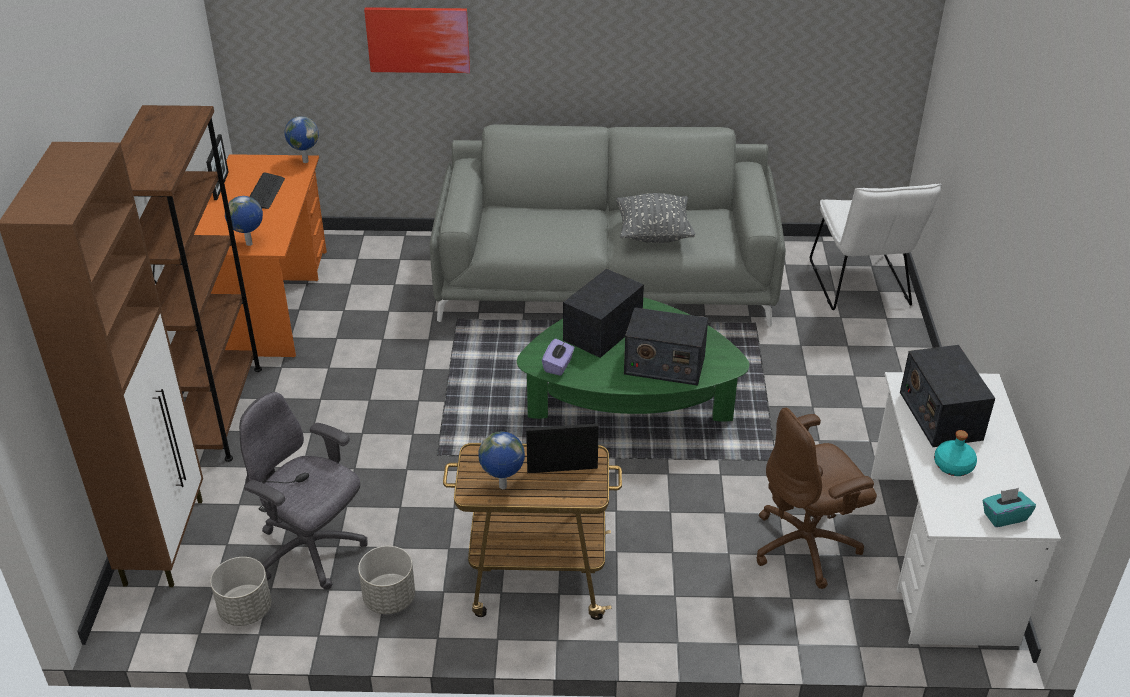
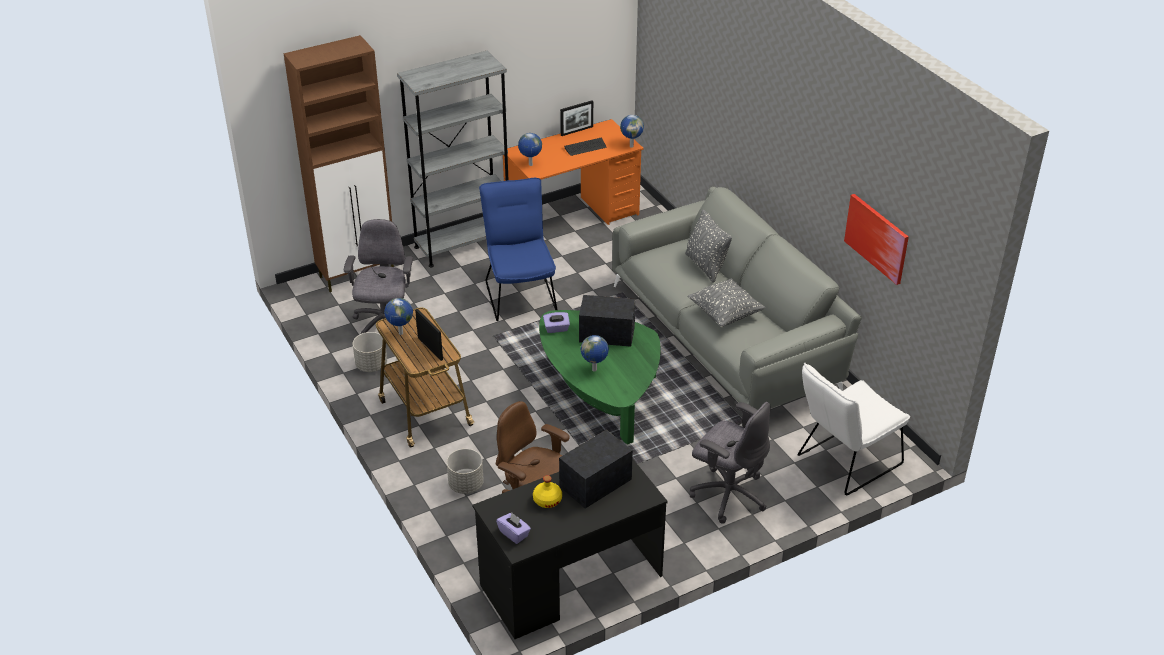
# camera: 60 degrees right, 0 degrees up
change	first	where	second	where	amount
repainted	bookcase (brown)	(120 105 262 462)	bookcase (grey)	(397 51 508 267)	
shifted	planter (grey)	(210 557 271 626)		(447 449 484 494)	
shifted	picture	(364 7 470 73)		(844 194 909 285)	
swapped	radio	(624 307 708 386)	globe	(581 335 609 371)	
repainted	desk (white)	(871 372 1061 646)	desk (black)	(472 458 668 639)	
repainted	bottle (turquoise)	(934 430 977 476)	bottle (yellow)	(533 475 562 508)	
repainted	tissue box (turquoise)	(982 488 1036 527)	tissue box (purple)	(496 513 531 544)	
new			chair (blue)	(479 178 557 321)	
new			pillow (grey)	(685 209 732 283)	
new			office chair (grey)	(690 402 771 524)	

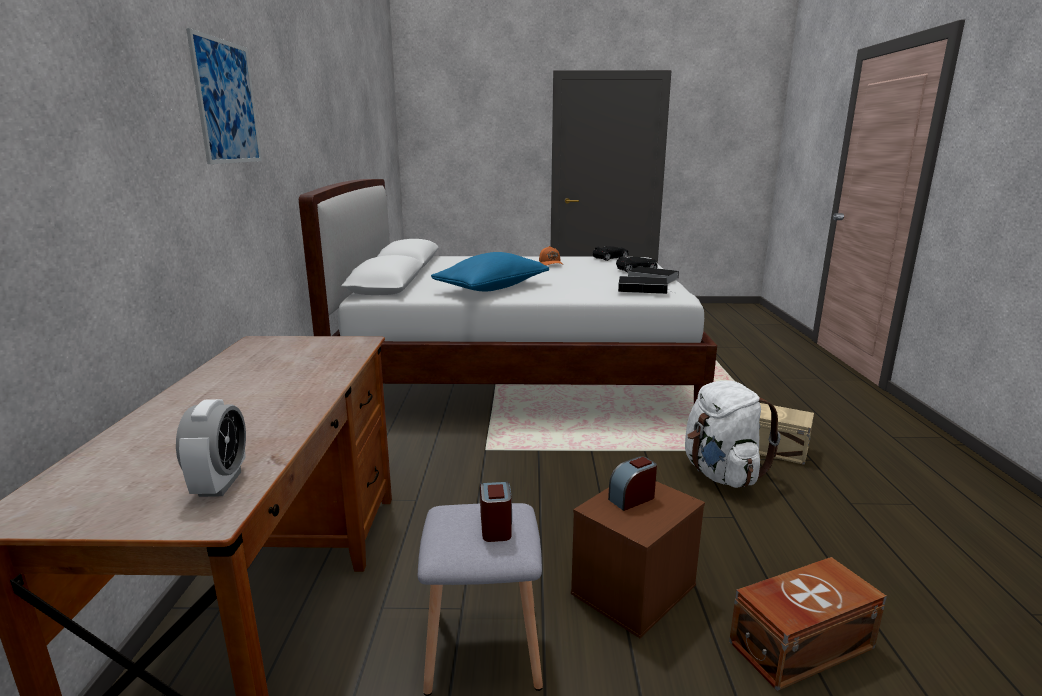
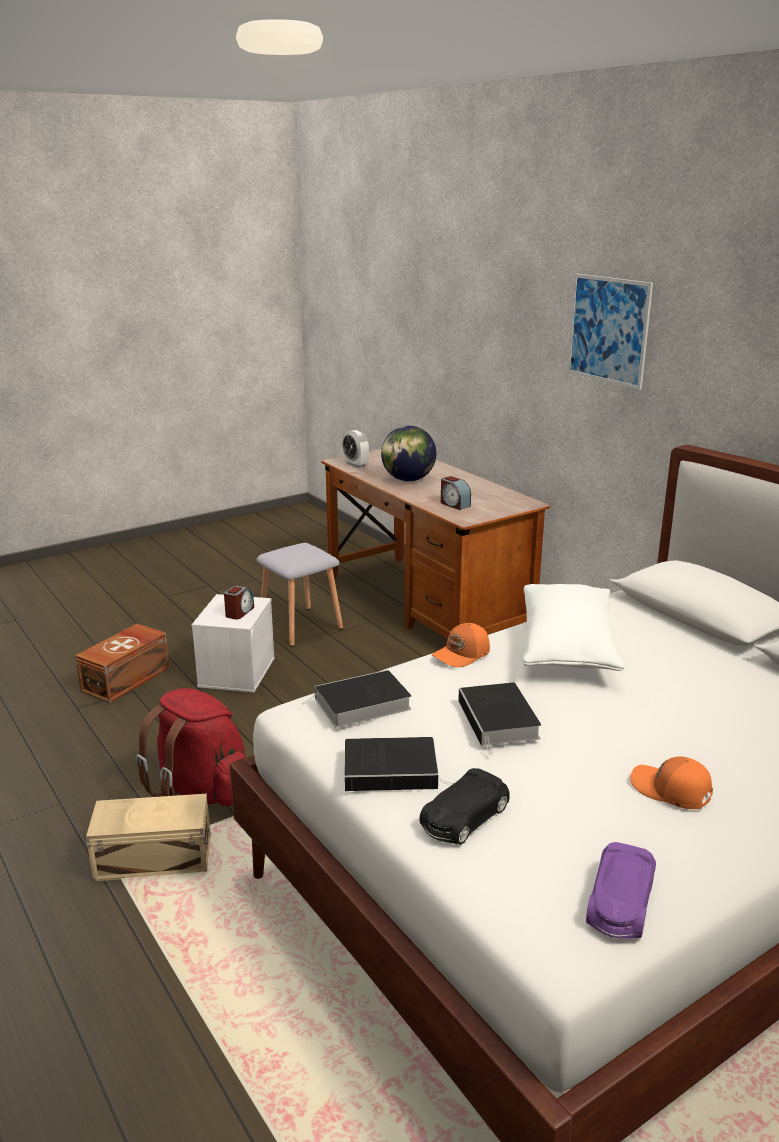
# camera: 145 degrees right, 5 degrees up
change	first	where	second	where	amount
repainted	pillow (blue)	(431 252 549 292)	pillow (white)	(523 584 625 671)	
shifted	alarm clock	(480 482 512 542)		(441 476 471 510)	
repainted	storage box (brown)	(571 481 705 638)	storage box (white)	(192 594 275 692)	
repainted	toy car (black)	(593 246 629 261)	toy car (purple)	(586 842 656 939)	
repainted	backpack (white)	(685 380 780 488)	backpack (red)	(136 688 245 806)	
new			globe	(381 426 437 481)	
new			cap (orange)	(432 623 490 667)	
new			book	(458 682 541 755)	

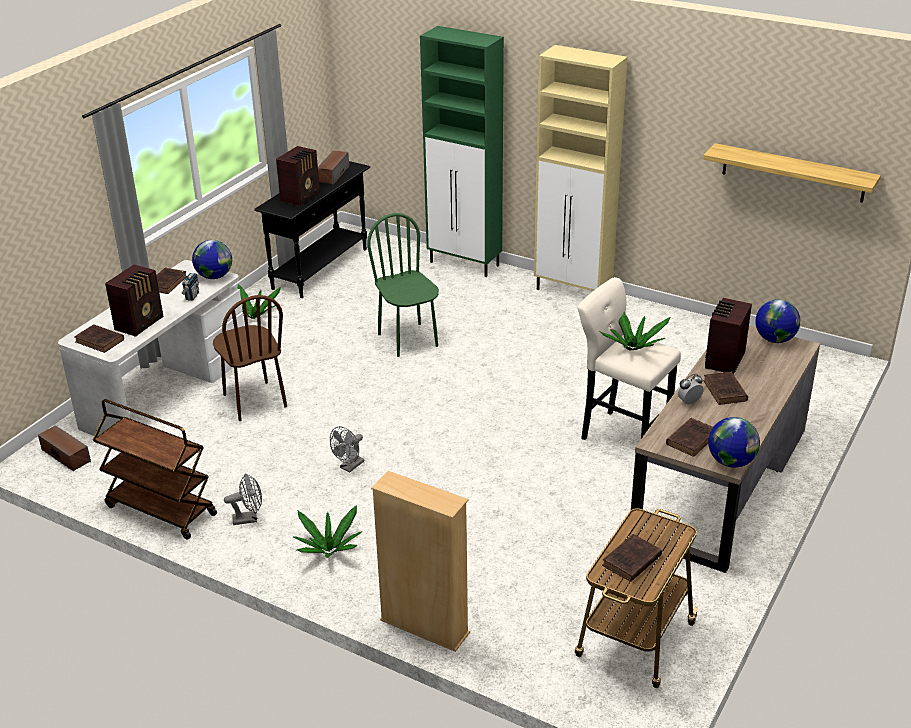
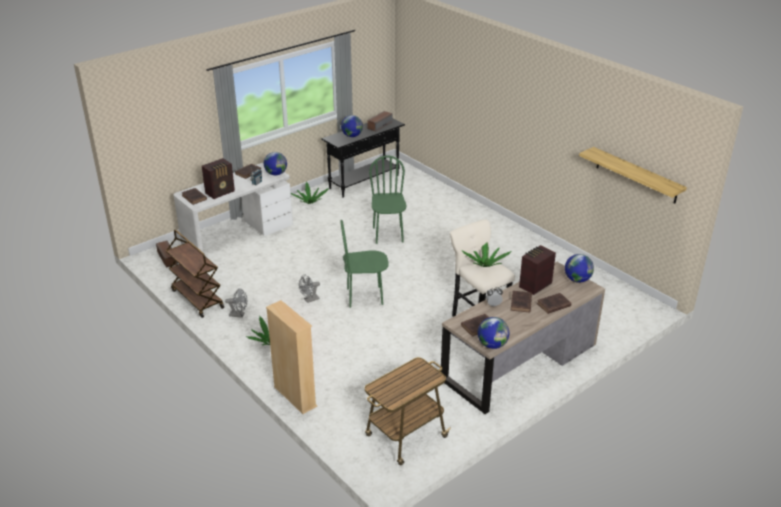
# camera: 20 degrees right, 0 degrees up
change	first	where	second	where	amount
gone	chair (brown)	(213 295 287 421)			
swapped	radio	(276 146 320 206)	globe	(341 115 363 137)	
gone	cabinet (green)	(420 26 504 277)			
gone	cabinet (beige)	(534 45 628 291)			
shifted	book (brown)	(602 534 662 582)		(537 293 571 314)	
new			chair (green)	(340 220 389 308)	

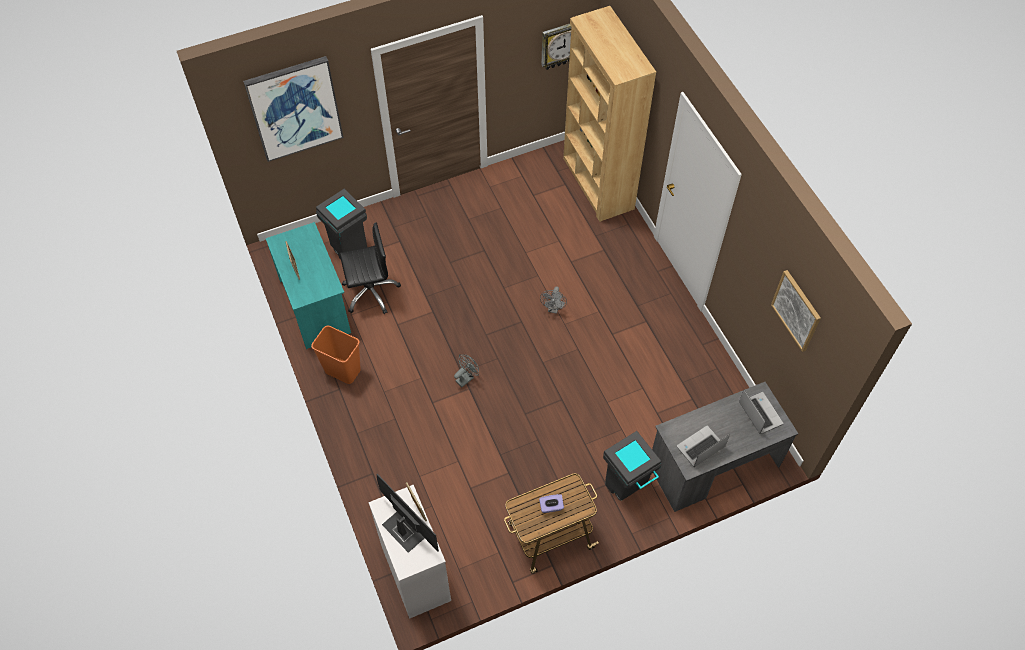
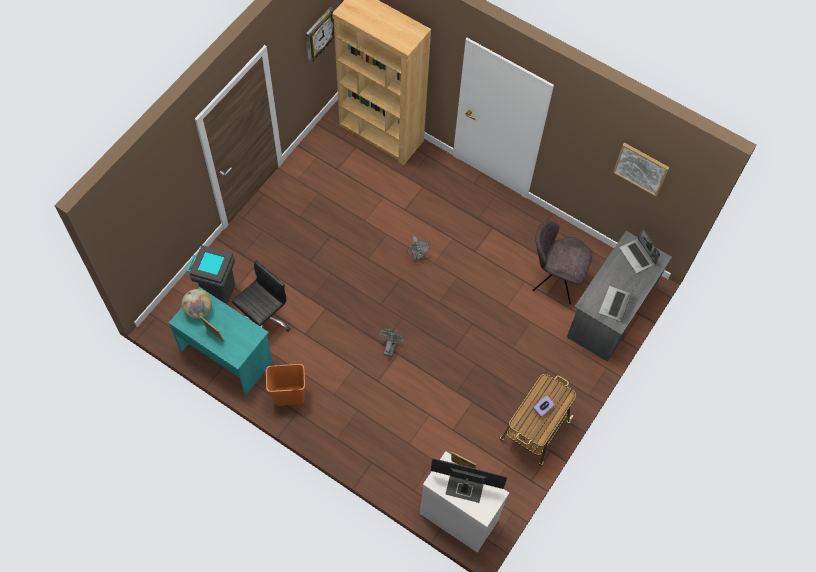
# camera: 35 degrees left, 5 degrees up
change	first	where	second	where	amount
gone	picture	(243 56 344 162)			
gone	trash can (grey)	(603 431 661 501)			
rotated	laptop	(739 389 783 434)		(619 228 661 273)	150 degrees counterclockwise
new			globe	(182 289 212 319)	
new			chair (grey)	(532 221 592 304)	

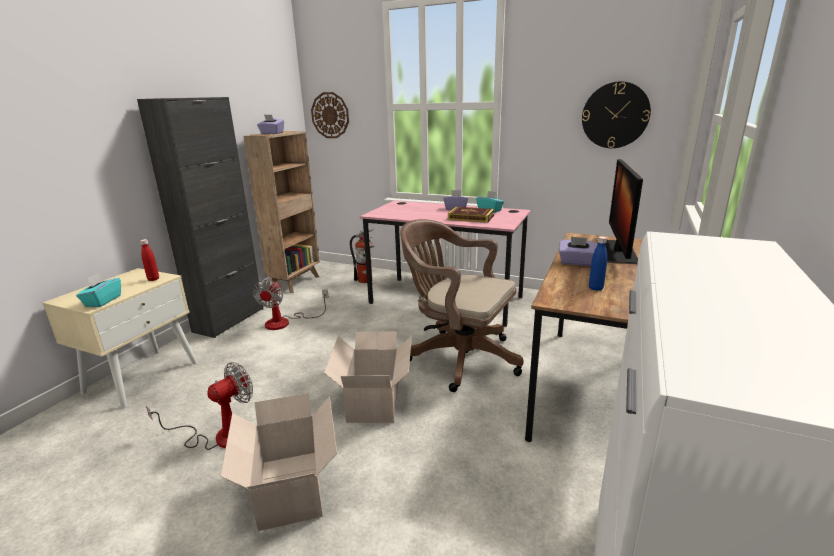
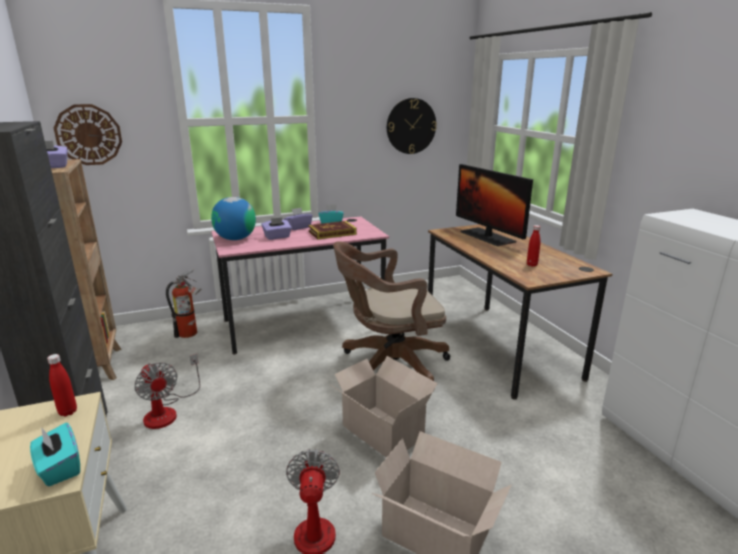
# camera: 45 degrees left, 0 degrees up
change	first	where	second	where	amount
shifted	tissue box (purple)	(559 236 597 266)		(262 217 292 240)	
repainted	bottle (blue)	(589 236 607 291)	bottle (red)	(527 225 540 267)	
new			globe	(211 197 256 240)	

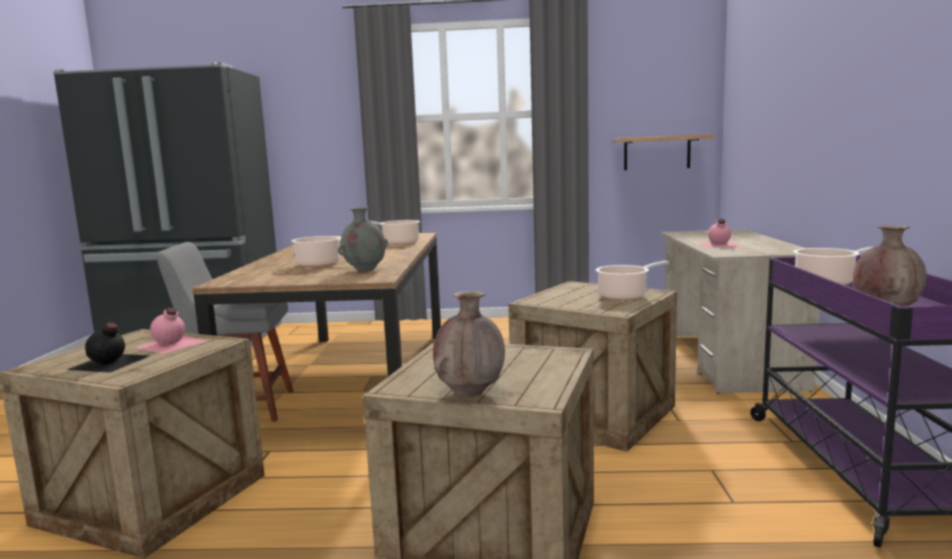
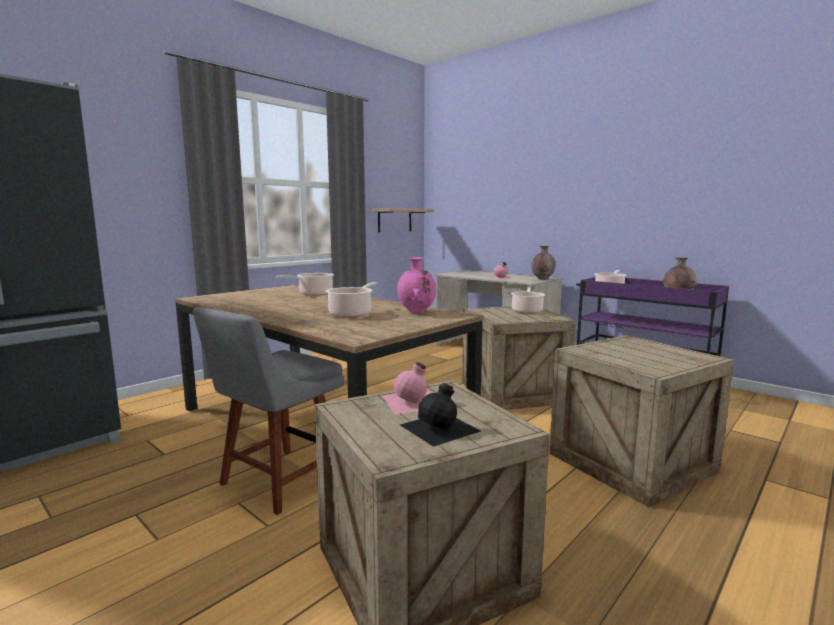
# camera: 50 degrees left, 0 degrees up
change	first	where	second	where	amount
repainted	vase (grey)	(338 207 388 271)	vase (pink)	(397 257 436 313)	
shifted	vase (brown)	(433 291 505 397)		(531 246 556 279)	

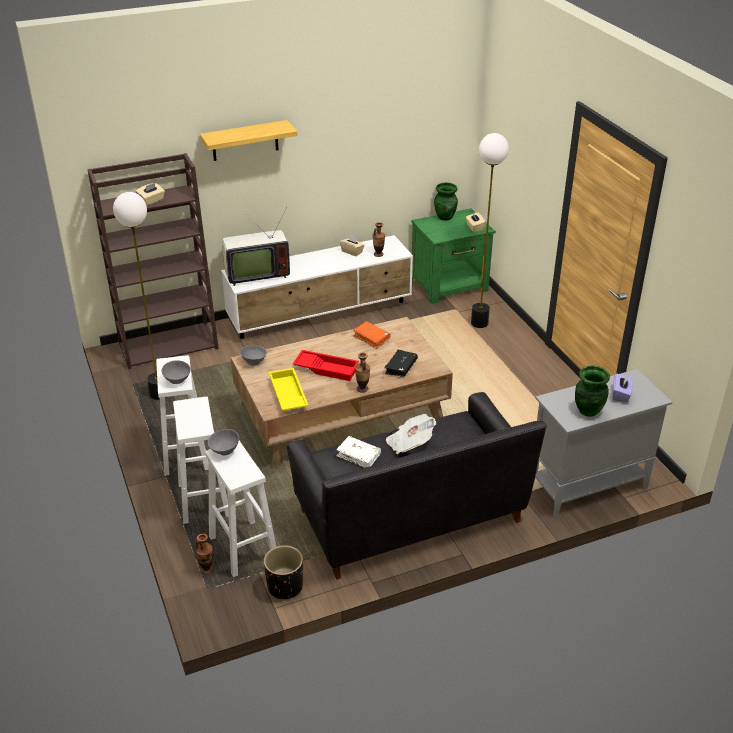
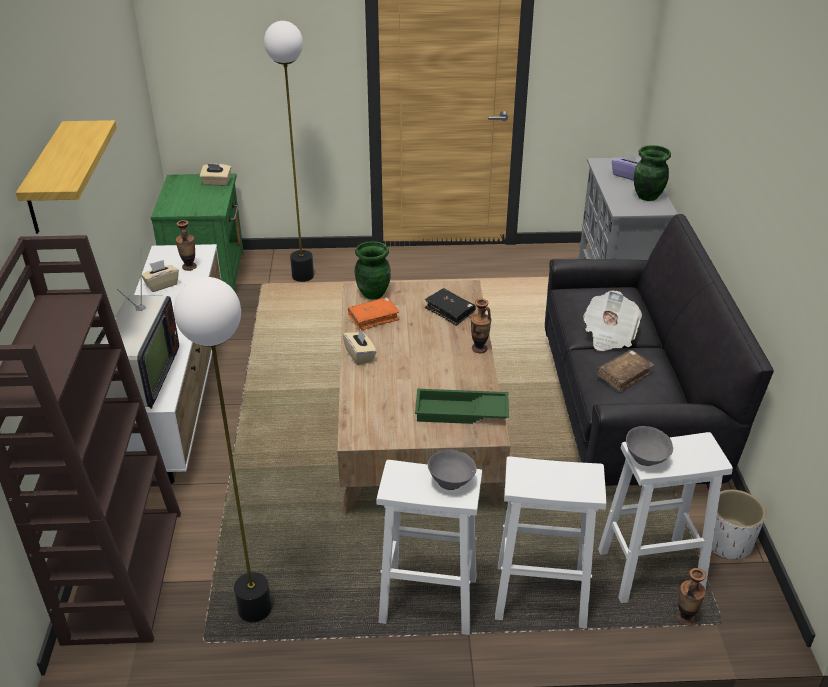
# camera: 70 degrees left, 0 degrees up
change	first	where	second	where	amount
shifted	tissue box (beige)	(136 183 165 206)		(343 328 377 365)	
gone	bowl (grey)	(240 345 267 365)			
repainted	planter (black)	(264 545 303 600)	planter (white)	(712 490 766 560)	
repainted	tray (yellow)	(269 368 308 411)	tray (green)	(415 389 509 424)	
gone	tray (red)	(293 350 359 381)			
repainted	book (white)	(336 436 381 468)	book (brown)	(597 350 654 392)	
shifted	vase (green)	(434 183 458 221)		(354 241 391 300)	

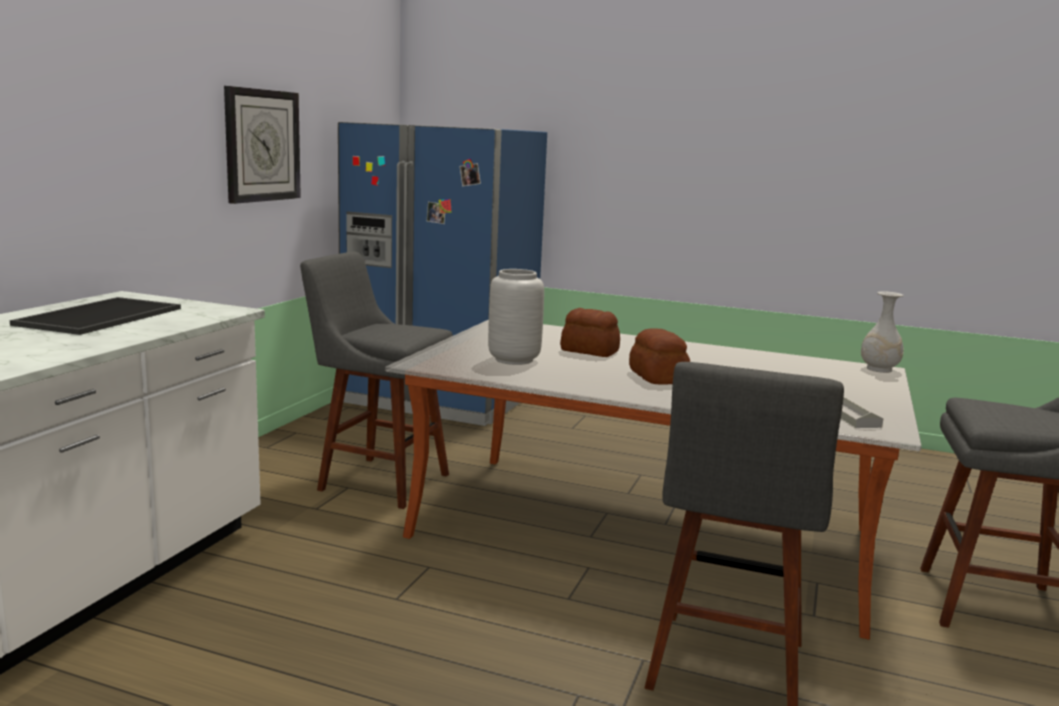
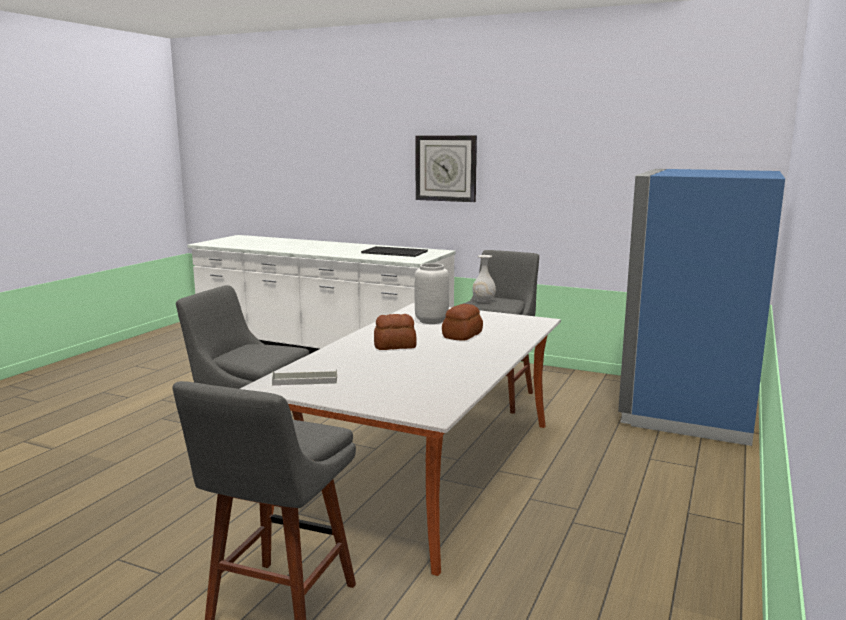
# camera: 95 degrees right, 0 degrees up
change	first	where	second	where	amount
shifted	wall clock	(224 86 301 204)		(416 135 477 202)	
shifted	vase (white)	(861 291 904 373)		(472 255 496 303)	

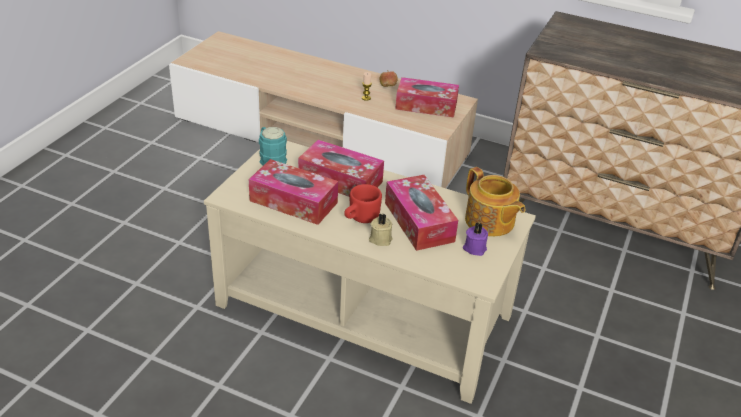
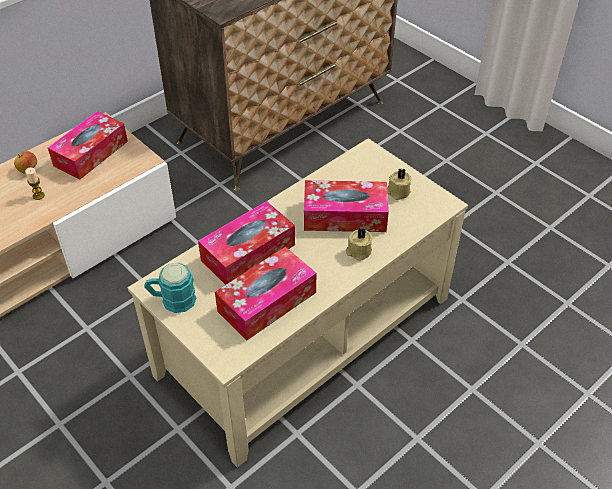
# camera: 65 degrees left, 10 degrees up
change	first	where	second	where	amount
gone	mug (red)	(344 184 382 223)			
repainted	candle (purple)	(463 223 488 256)	candle (beige)	(387 168 412 200)	
gone	teapot	(465 167 526 237)			

